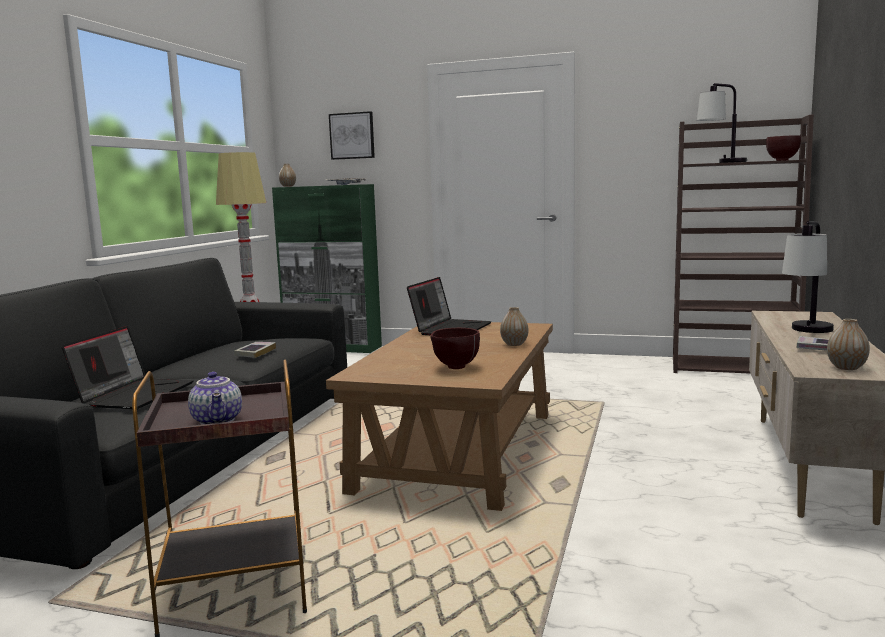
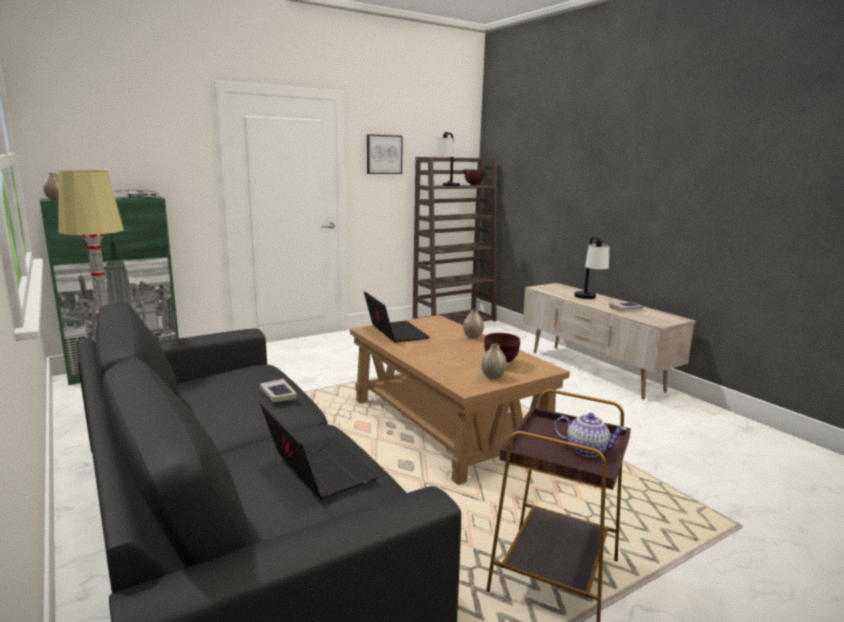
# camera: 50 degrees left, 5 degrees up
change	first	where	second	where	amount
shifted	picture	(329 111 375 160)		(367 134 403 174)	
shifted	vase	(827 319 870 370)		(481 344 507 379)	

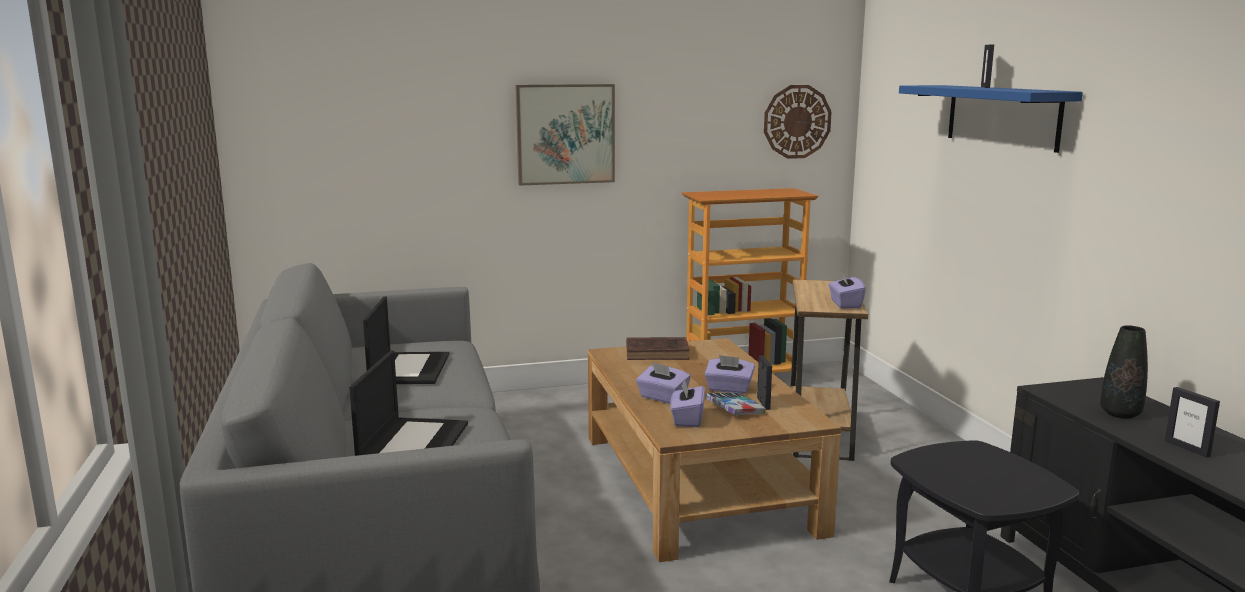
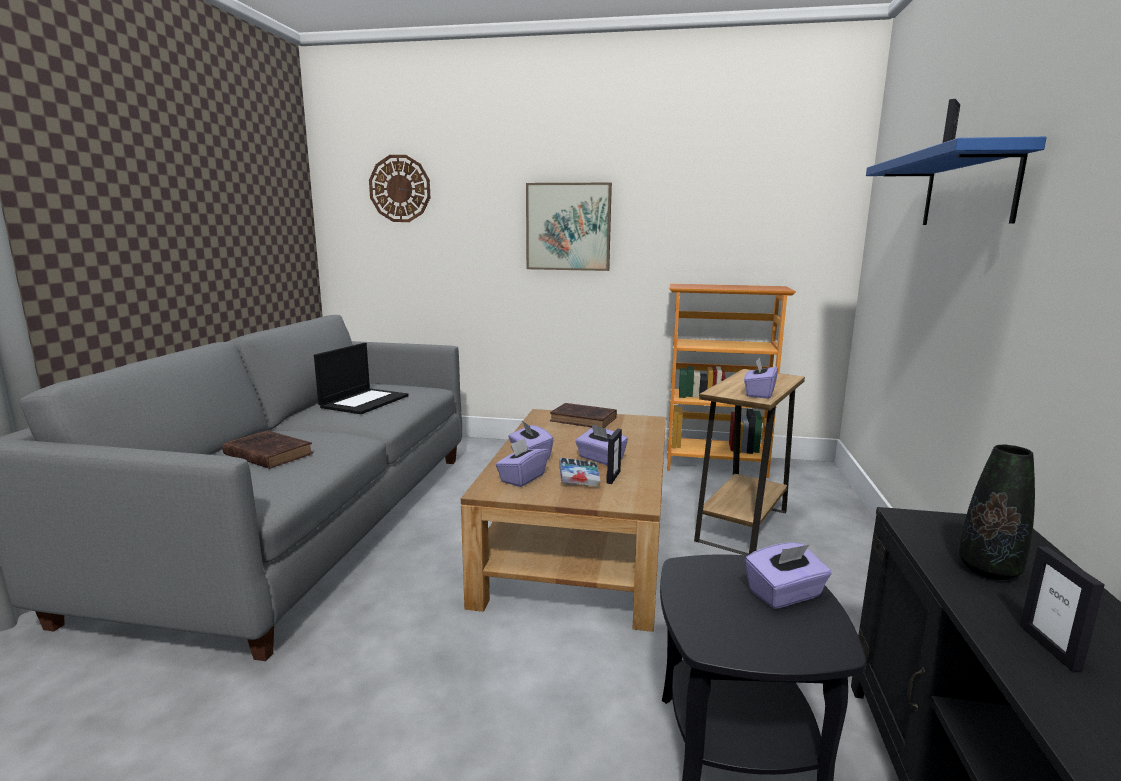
# camera: 25 degrees right, 0 degrees up
change	first	where	second	where	amount
swapped	laptop	(349 351 468 456)	book (brown)	(222 430 313 469)	
shifted	wall clock	(764 85 832 159)		(369 155 430 222)	
new			tissue box (purple)	(745 542 832 609)	

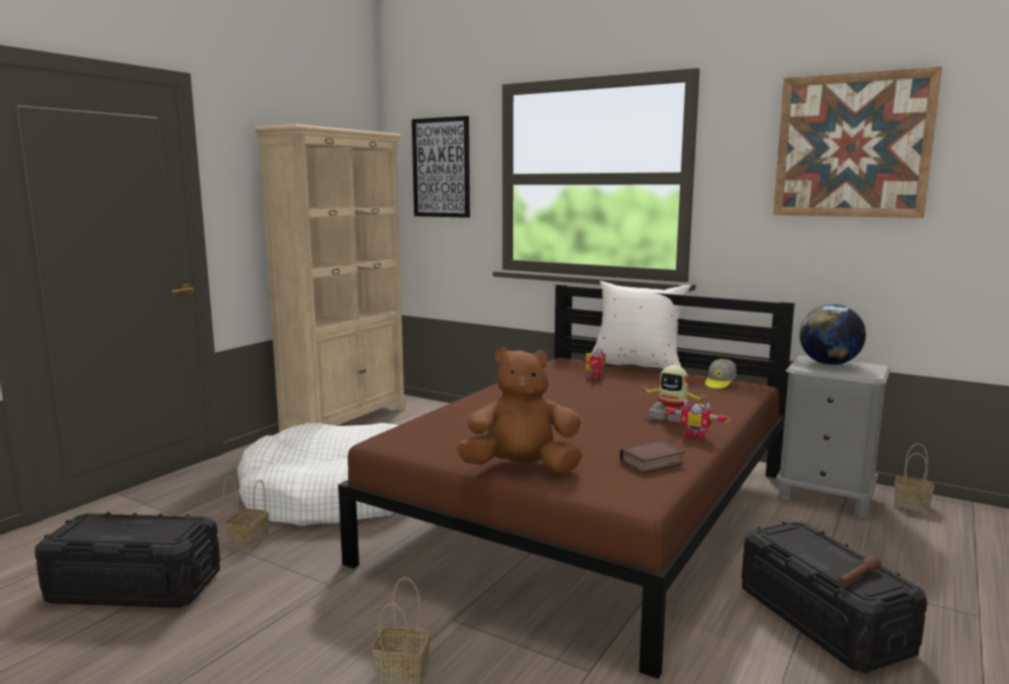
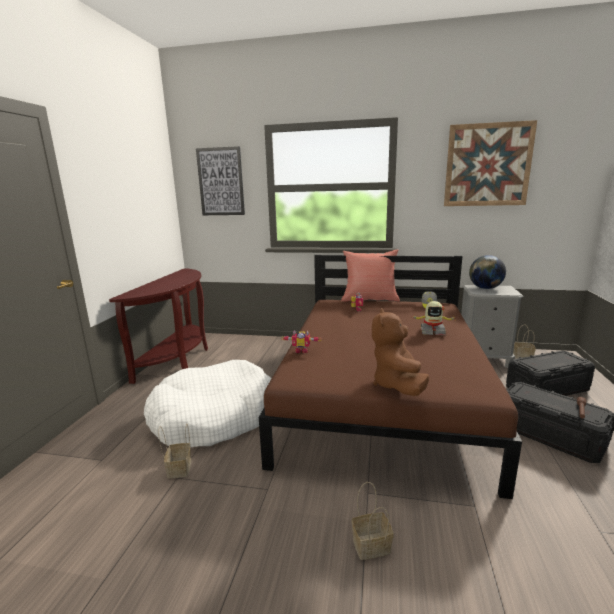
# camera: 20 degrees left, 5 degrees up
change	first	where	second	where	amount
shifted	storage box (black)	(34 512 220 608)		(506 351 595 396)	
swapped	bookcase (beige)	(254 124 405 432)	console table (brown)	(109 268 208 384)	
rotated	plush toy (brown)	(456 347 582 473)		(372 308 429 396)	60 degrees counterclockwise
repainted	pillow (white)	(592 281 691 369)	pillow (red)	(341 250 400 302)	
gone	book	(620 441 685 473)			
shifted	toy robot	(664 400 731 439)		(281 330 321 353)	

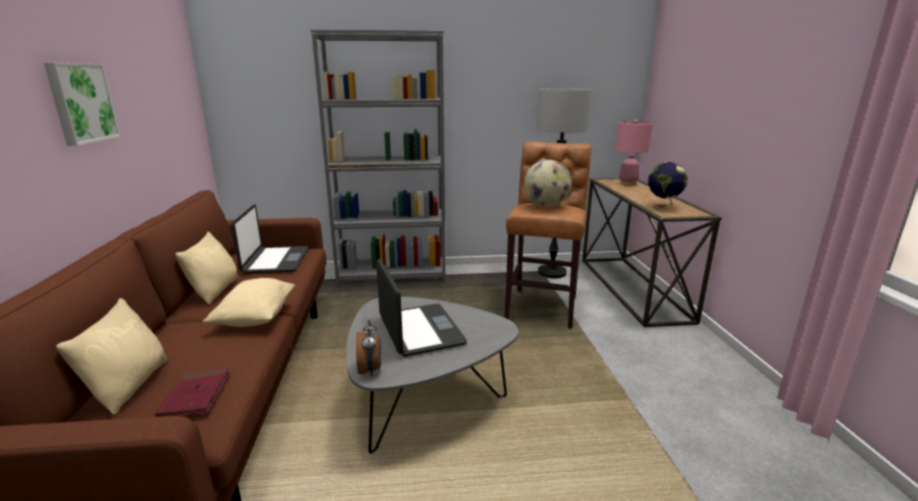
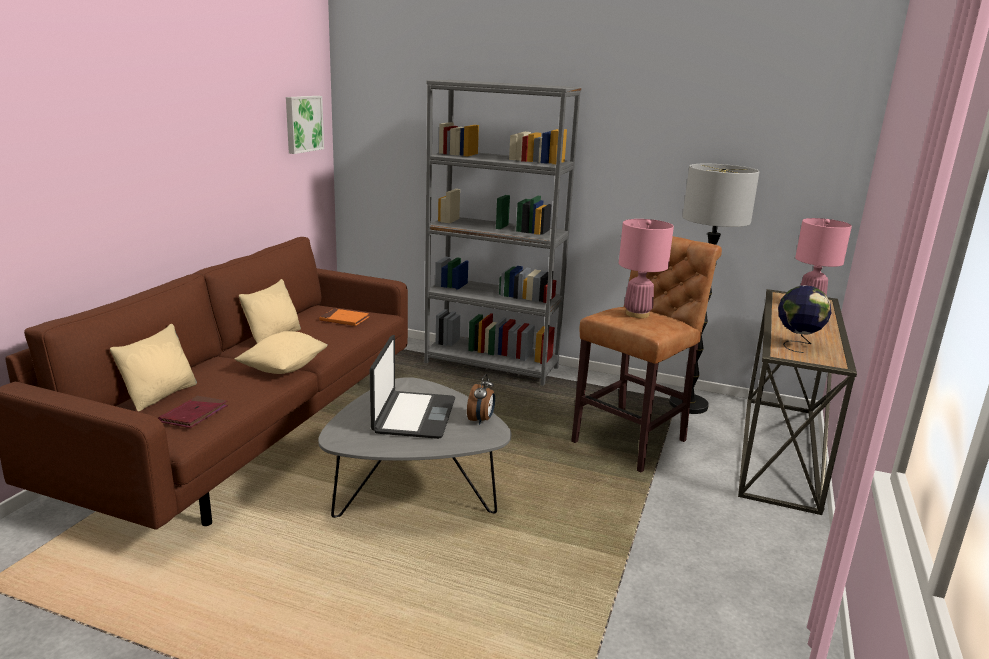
# camera: 25 degrees right, 0 degrees up
change	first	where	second	where	amount
shifted	picture	(44 63 121 146)		(286 96 324 154)	
swapped	laptop	(231 204 308 274)	book (orange)	(319 309 369 326)	
shifted	alarm clock	(356 319 381 376)		(467 374 495 425)	
swapped	globe	(524 160 571 207)	table lamp (pink)	(619 219 674 318)	

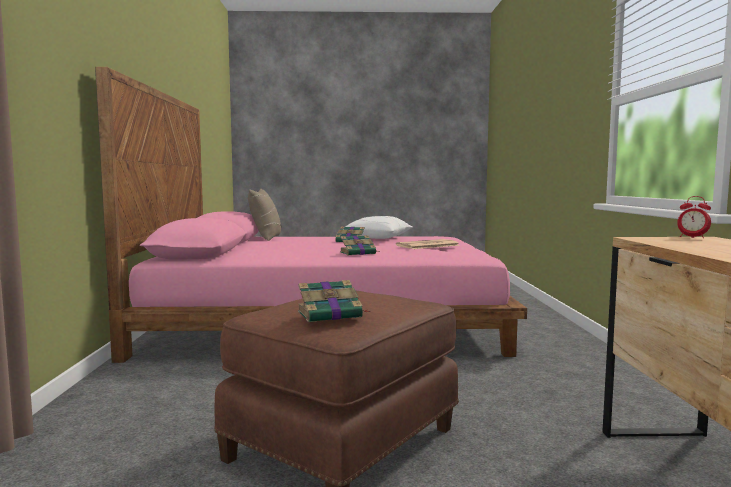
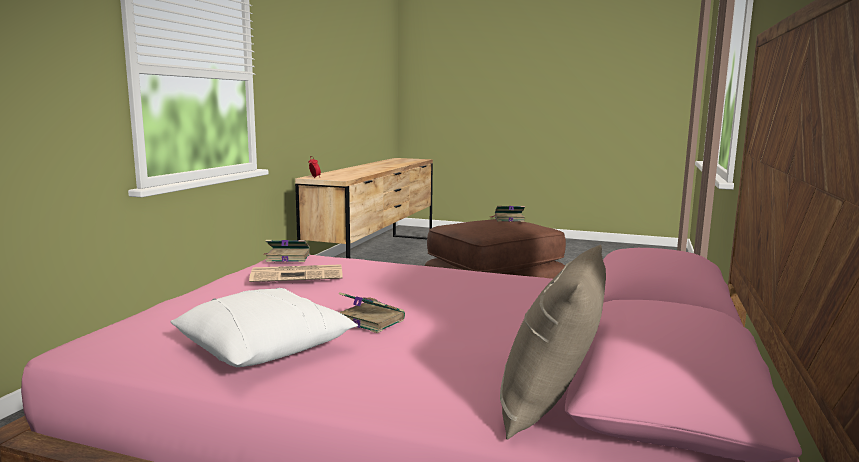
# camera: 160 degrees left, 5 degrees up
change	first	where	second	where	amount
shifted	book	(340 235 380 255)		(263 240 310 262)	

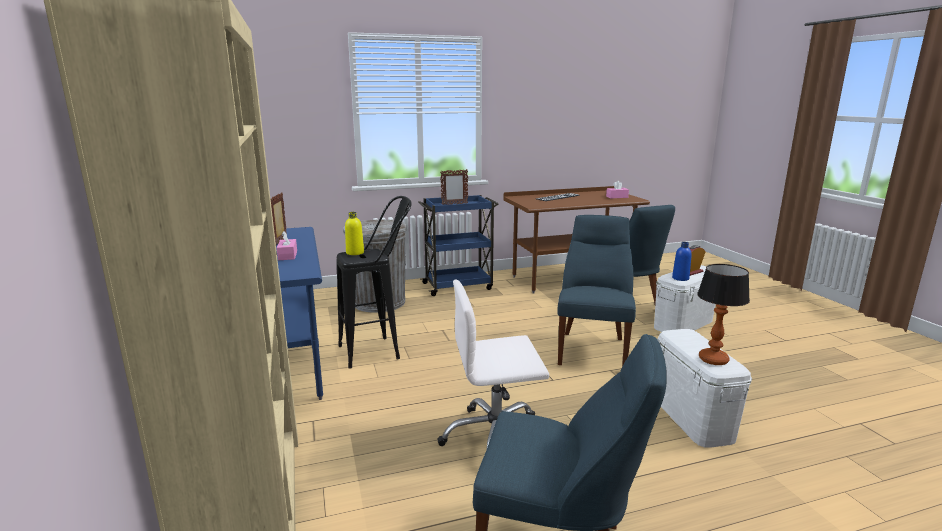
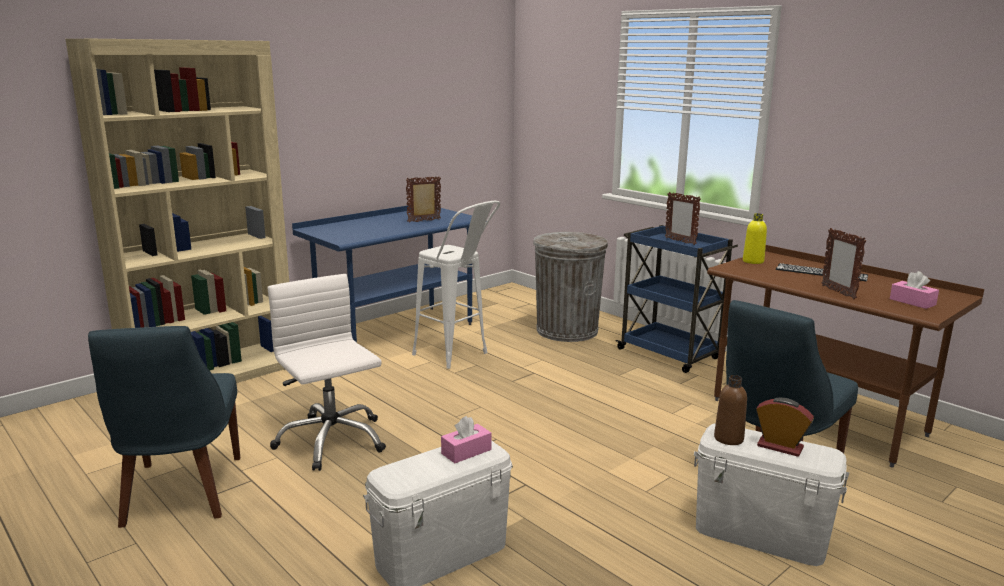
# camera: 65 degrees right, 0 degrees up
change	first	where	second	where	amount
shifted	tissue box (pink)	(277 231 297 260)		(441 416 492 463)	
repainted	stool (black)	(337 196 412 369)	stool (white)	(412 201 500 369)	
shifted	bottle (yellow)	(345 212 364 255)		(743 213 767 264)	
gone	chair (blue)	(557 215 636 366)			
repainted	bottle (blue)	(672 242 692 281)	bottle (brown)	(714 375 747 445)	
gone	table lamp	(697 264 750 365)			
new			picture frame	(822 228 866 300)	

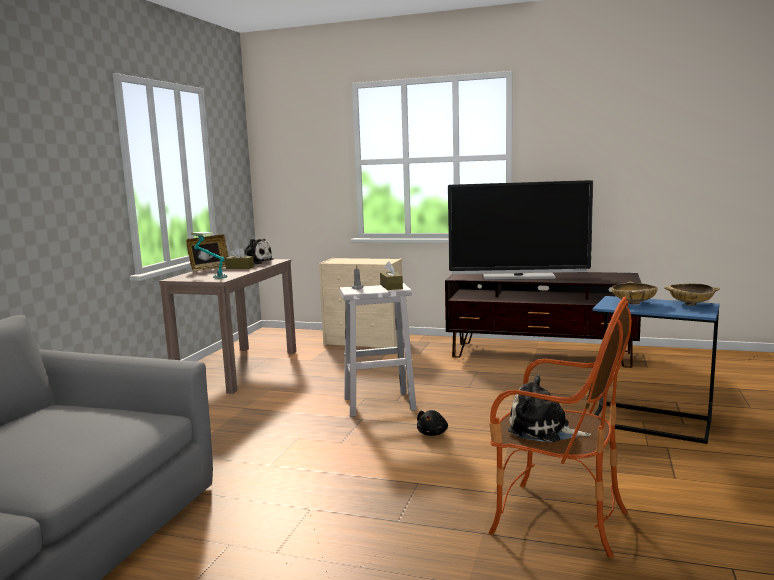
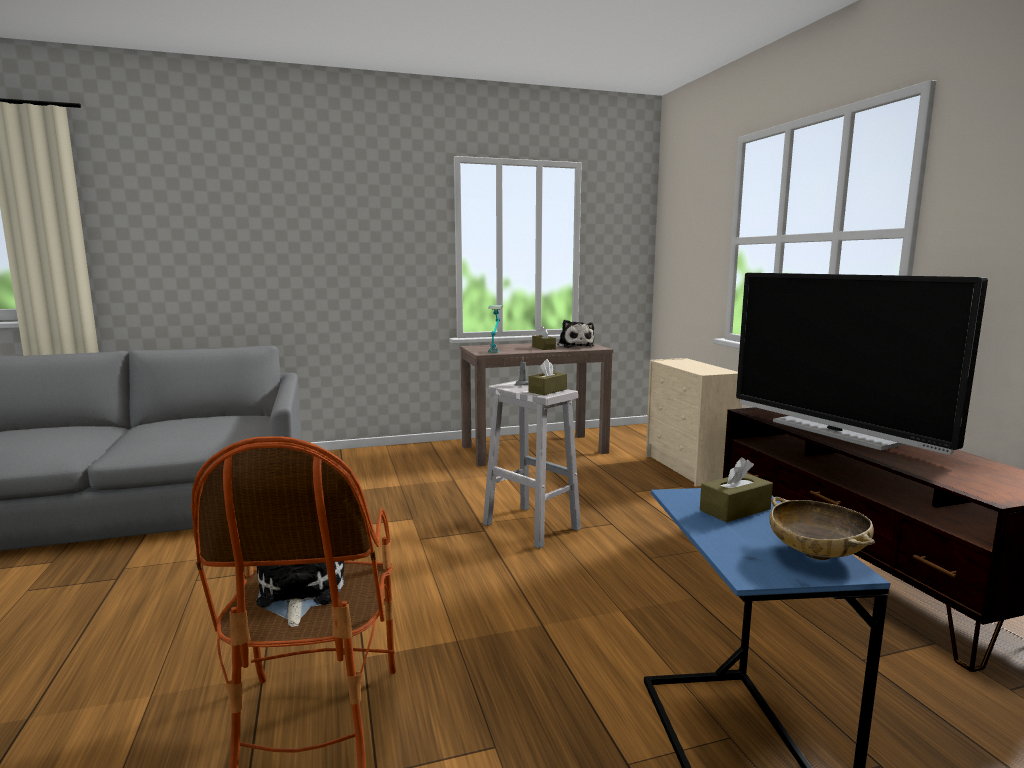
# camera: 55 degrees right, 0 degrees up
change	first	where	second	where	amount
gone	picture frame	(186 234 229 271)			
gone	plush toy (black)	(417 410 448 436)			
swapped	bowl (beige)	(612 281 657 305)	tissue box (brown)	(700 457 773 522)	

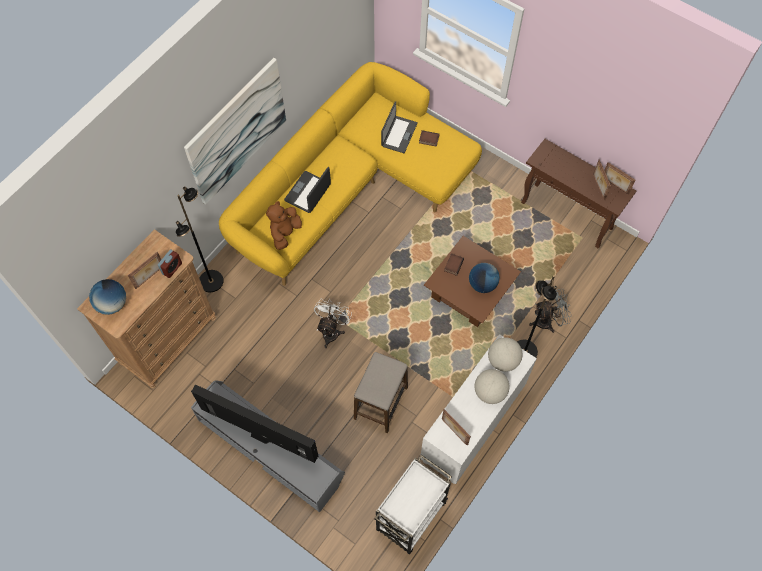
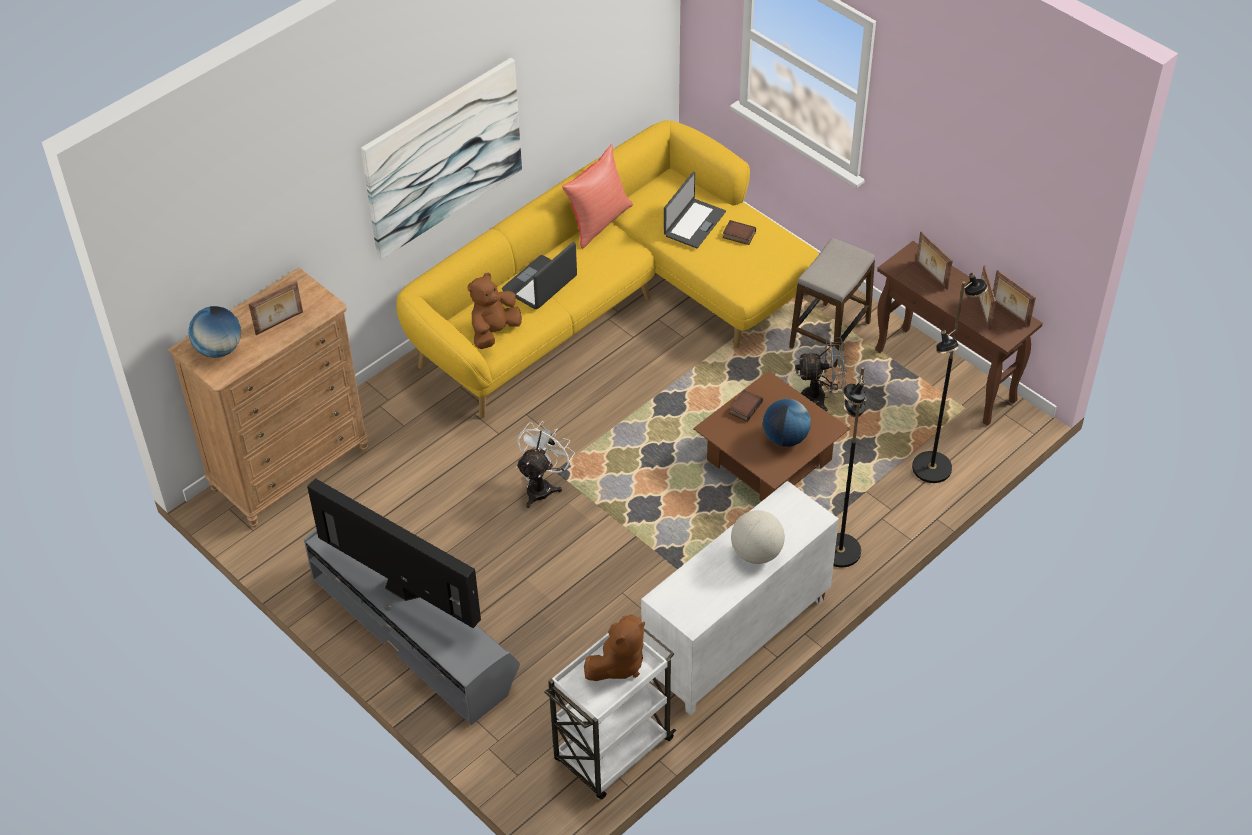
# camera: 10 degrees right, 15 degrees down
change	first	where	second	where	amount
gone	alarm clock	(158 249 182 278)			
shifted	floor lamp (black)	(176 187 224 292)		(912 273 988 483)	
shifted	stool	(354 352 408 433)		(789 238 875 368)	
shifted	picture frame	(442 409 471 446)		(916 232 953 290)	
gone	globe	(488 337 523 372)			
shifted	fan (grey)	(529 289 572 333)		(795 338 847 412)	
new			pillow (red)	(562 144 633 249)	
new			plush toy (brown)	(584 614 645 681)	

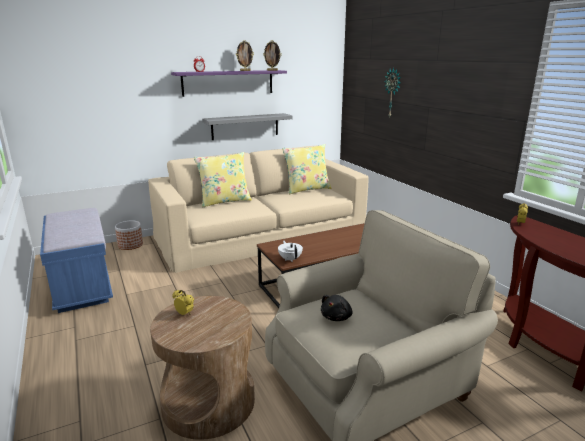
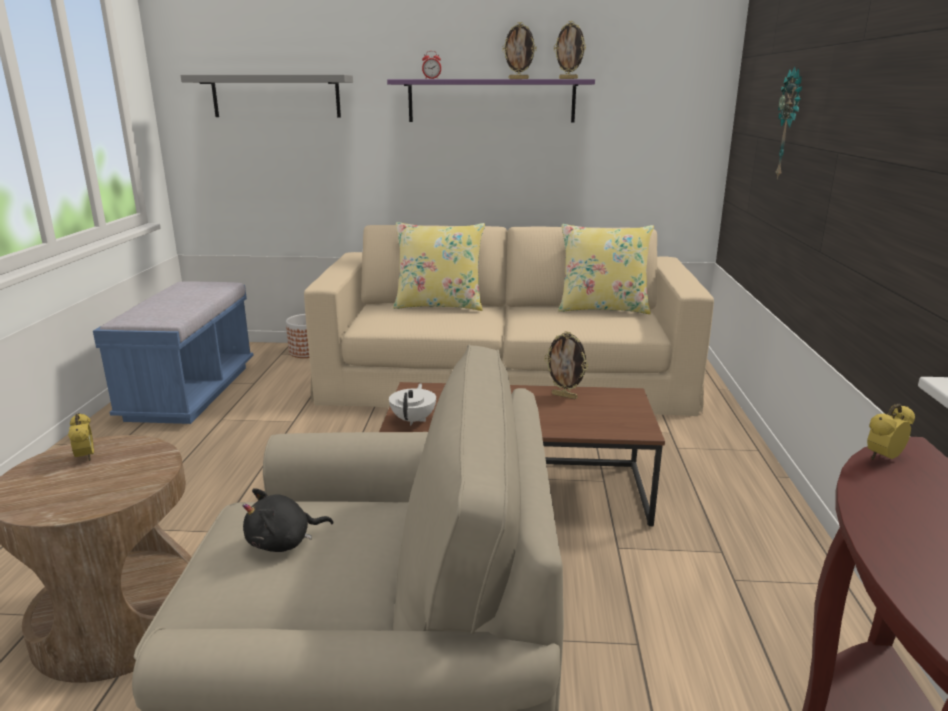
# camera: 30 degrees right, 0 degrees up
change	first	where	second	where	amount
shifted	shelf (grey)	(202 113 293 140)		(181 75 353 117)	
new			picture frame	(545 331 588 399)	

